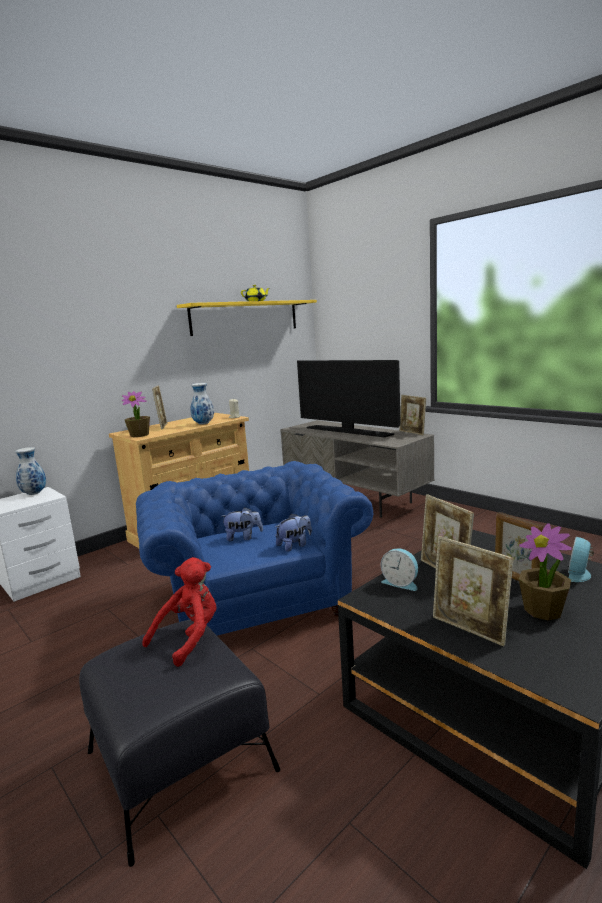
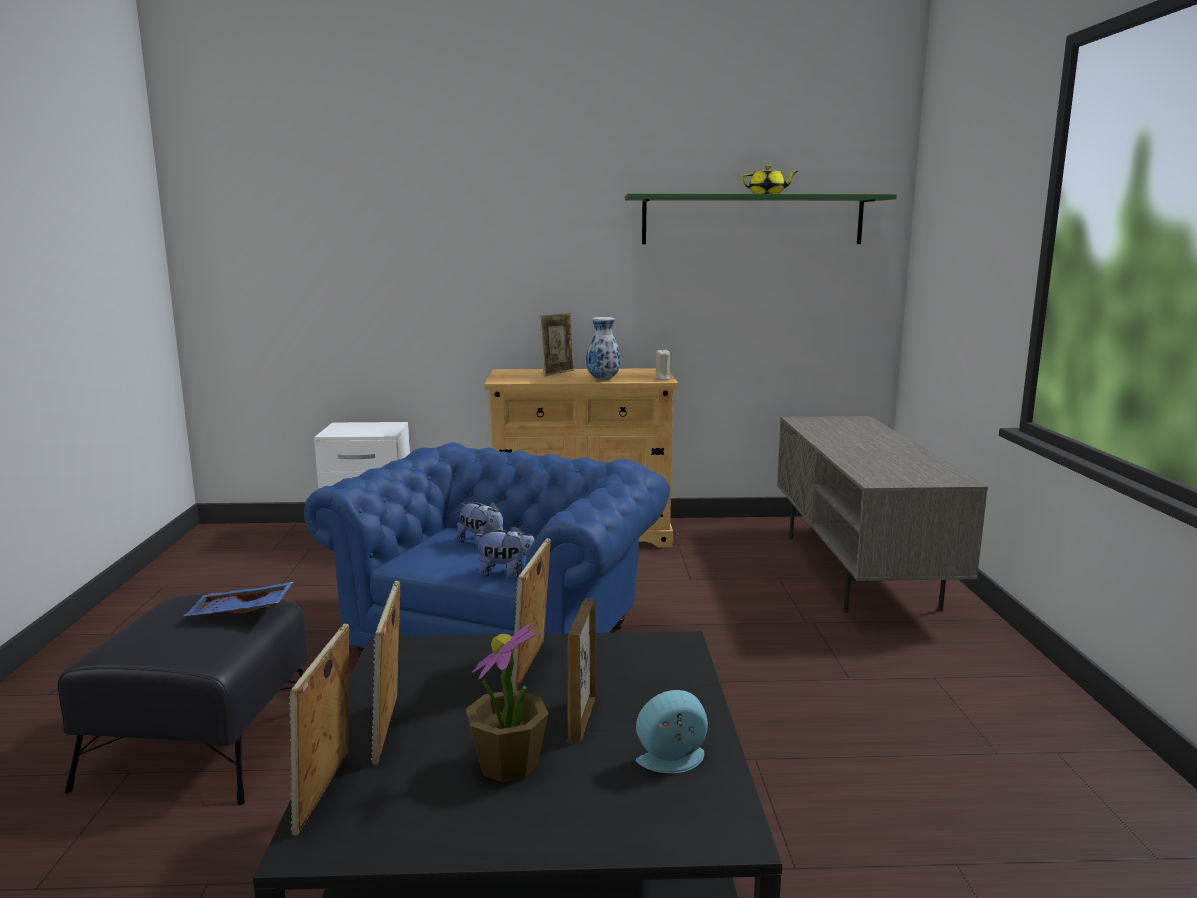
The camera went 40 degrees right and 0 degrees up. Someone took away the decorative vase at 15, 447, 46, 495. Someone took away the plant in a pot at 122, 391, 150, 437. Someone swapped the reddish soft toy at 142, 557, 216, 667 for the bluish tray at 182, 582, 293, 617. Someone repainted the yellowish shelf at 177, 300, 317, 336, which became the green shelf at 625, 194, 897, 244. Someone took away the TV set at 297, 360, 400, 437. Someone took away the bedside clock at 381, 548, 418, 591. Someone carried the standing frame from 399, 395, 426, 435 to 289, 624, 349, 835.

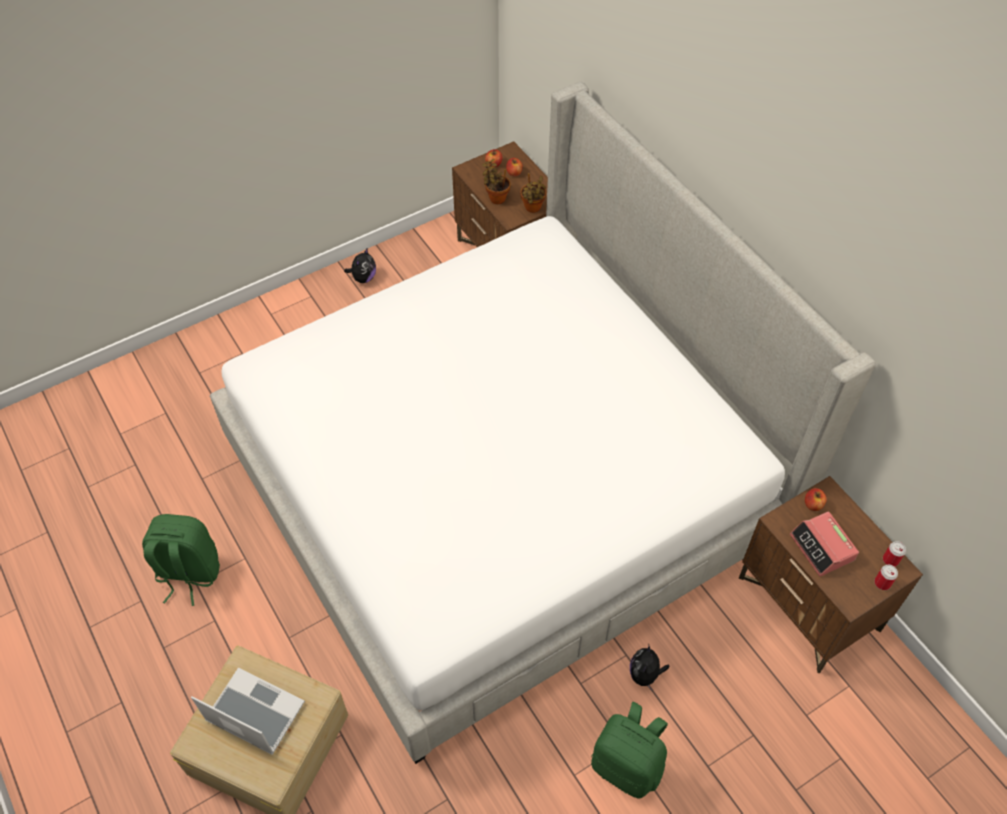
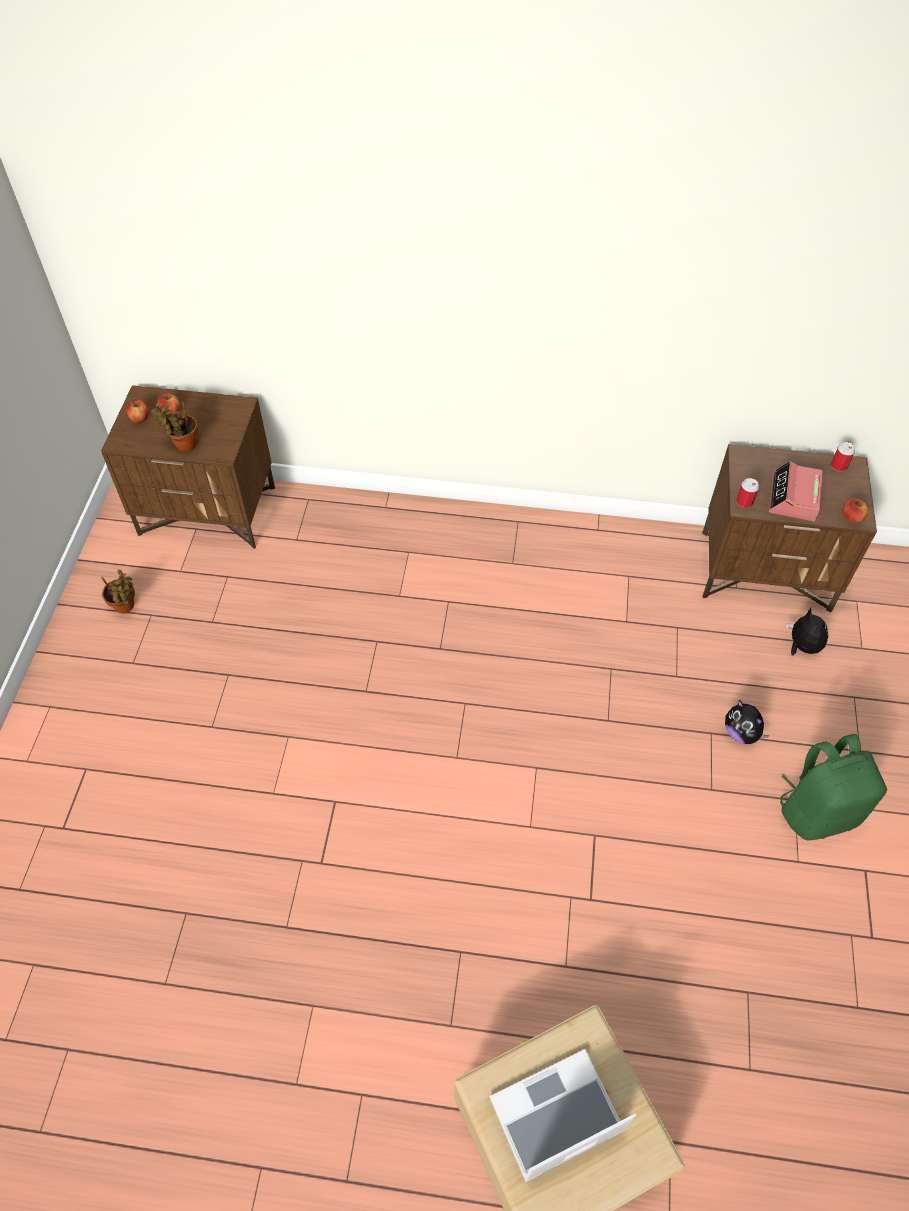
The camera went 50 degrees left and 0 degrees up. Someone took away the green backpack at 142, 514, 220, 606. Someone took away the sleeping bed at 210, 82, 876, 764. Someone carried the soft toy from 344, 247, 376, 283 to 786, 608, 828, 656. Someone carried the plant in a pot from 520, 173, 546, 213 to 101, 570, 135, 613. Someone rotated the bedside clock at 790, 512, 859, 576 by 90 degrees clockwise. Someone carried the apple fruit from 805, 488, 827, 511 to 842, 498, 868, 523. Someone carried the metal can from 874, 565, 898, 590 to 736, 478, 759, 508.

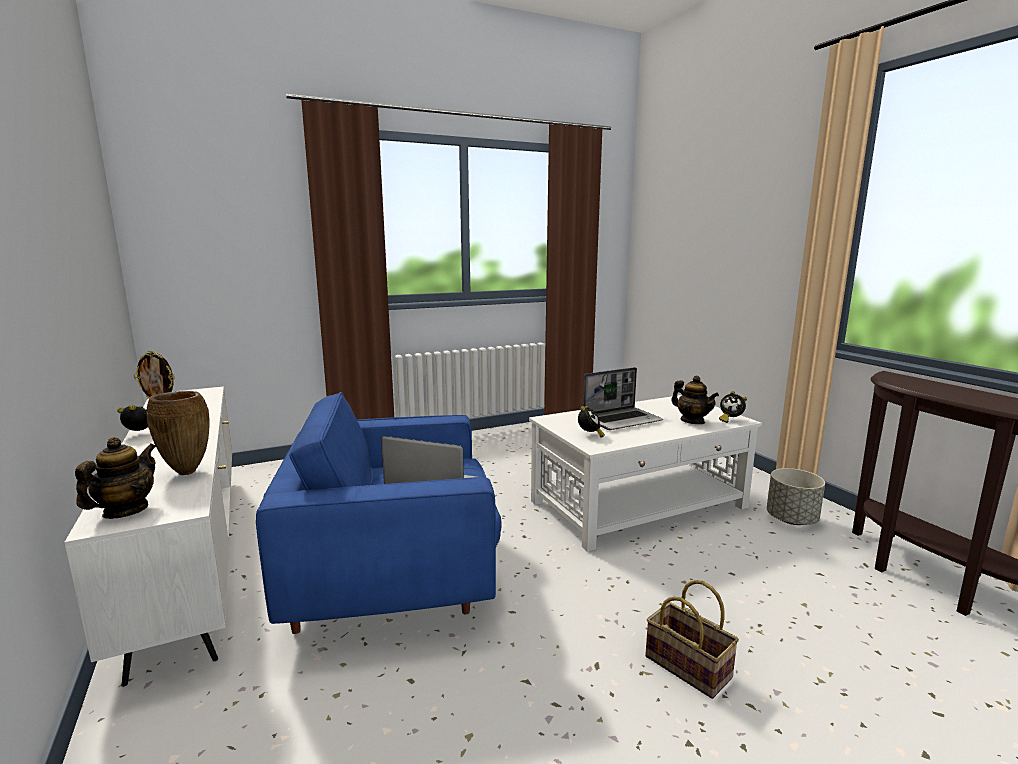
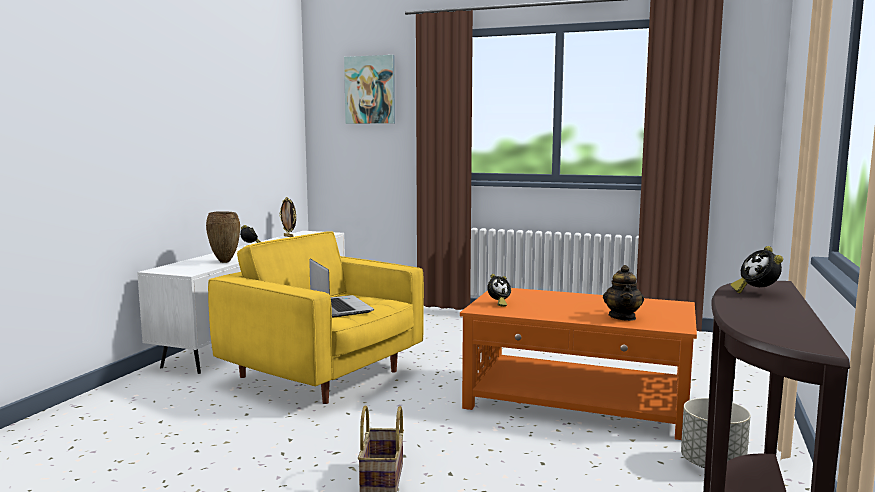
The camera went 45 degrees right and 5 degrees down. Someone took away the tea pot at 75, 437, 156, 519. Someone repainted the bluish armchair at 256, 392, 502, 634, which became the yellowish armchair at 208, 231, 424, 404. Someone repainted the white-coloured low table at 529, 395, 762, 552, which became the orange-coloured low table at 460, 288, 697, 440. Someone took away the notebook computer at 583, 367, 663, 430. Someone carried the bedside clock from 719, 391, 747, 423 to 731, 246, 783, 293. Someone put up the picture at 344, 55, 395, 124.

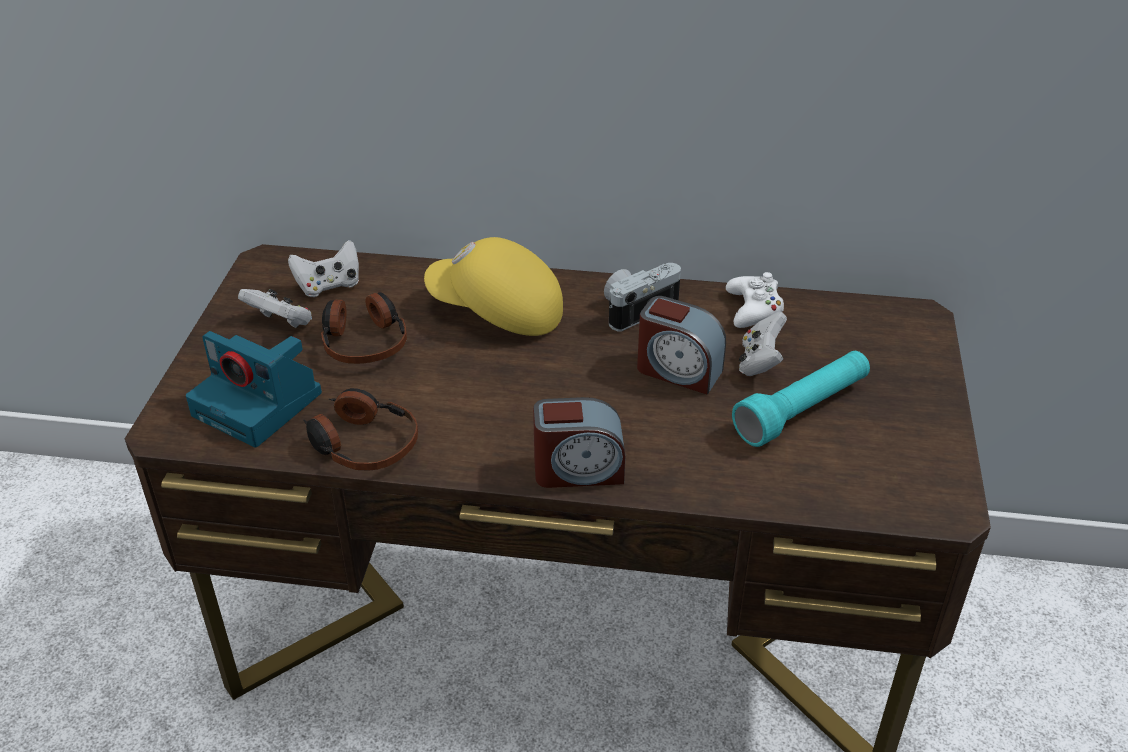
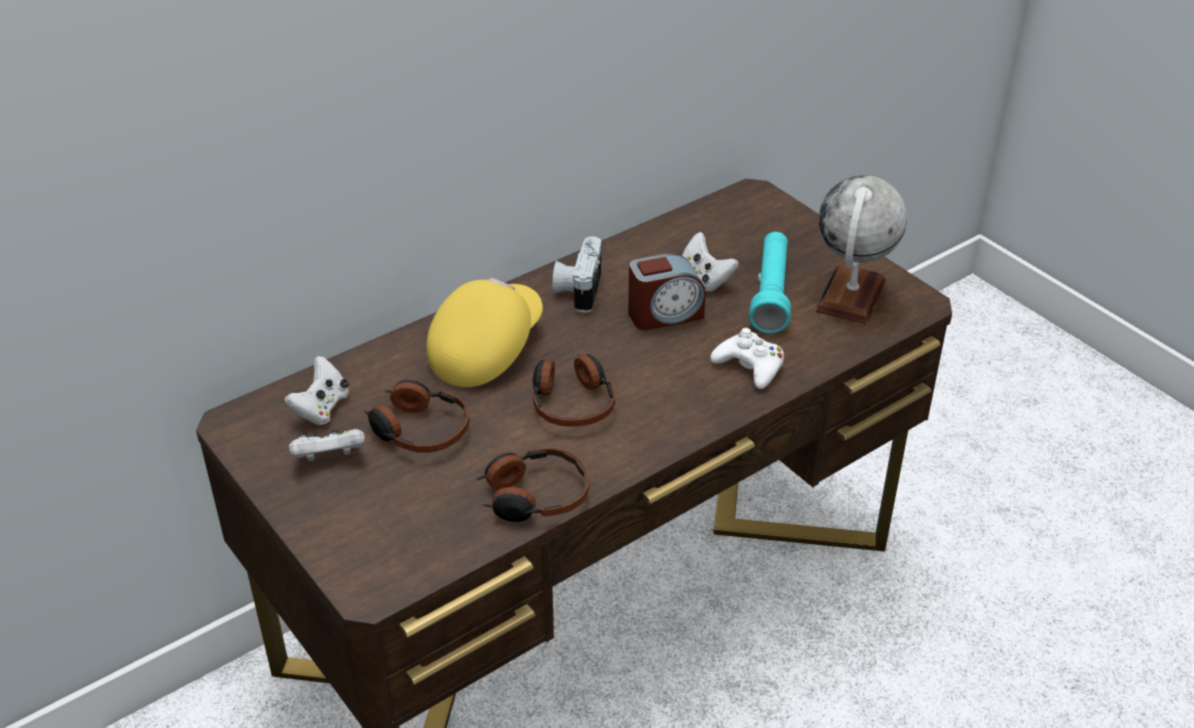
The camera went 45 degrees left and 0 degrees up. Someone took away the still camera at 186, 331, 322, 448. Someone rotated the yellowish peaked cap at 424, 237, 563, 336 by 150 degrees clockwise. Someone took away the bedside clock at 533, 397, 626, 488. Someone carried the white-coloured game controller from 726, 272, 784, 328 to 710, 328, 784, 389. Someone put down the headset at 533, 354, 615, 427. Someone put down the globe at 815, 175, 907, 324.

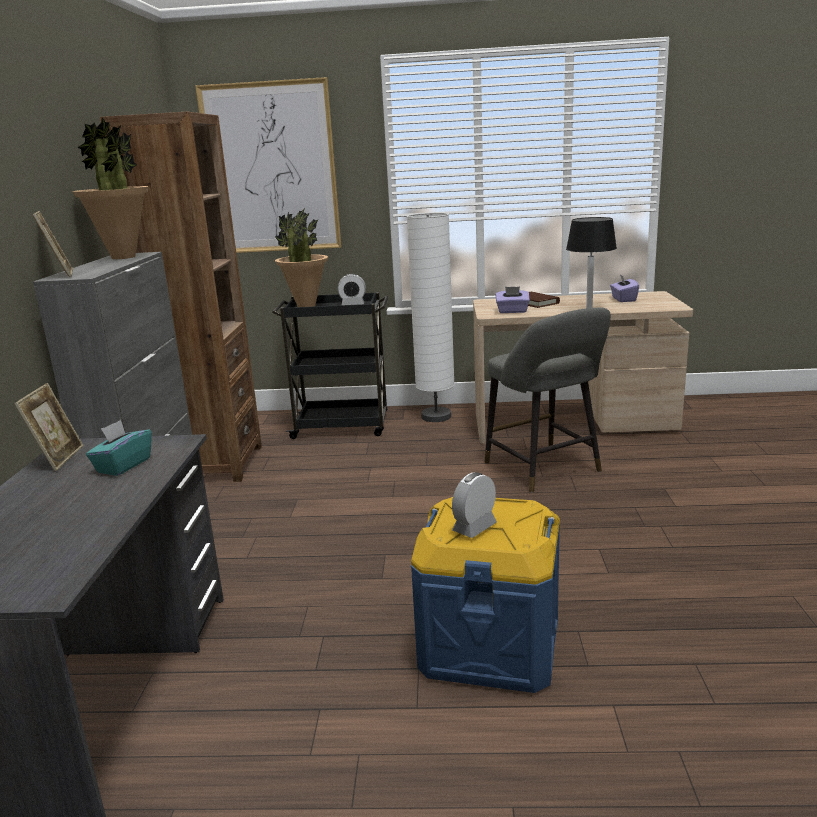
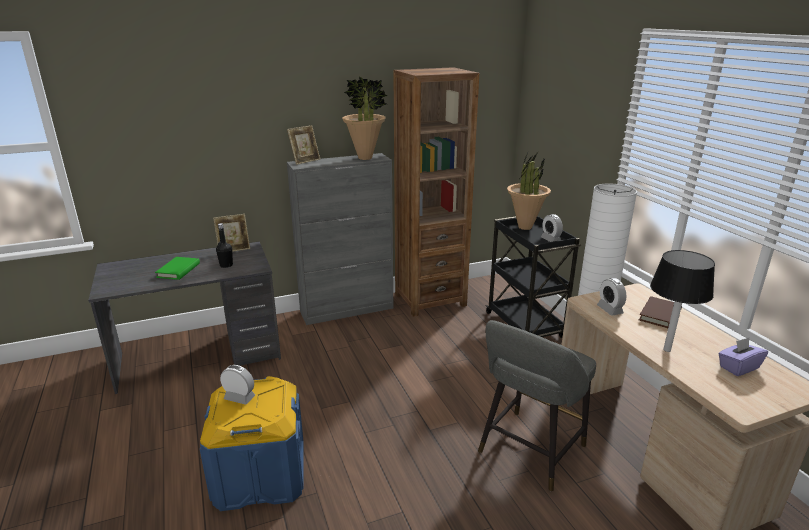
The camera went 65 degrees right and 5 degrees up. Someone swapped the turquoise box of tissues at 86, 420, 152, 476 for the black bottle at 216, 223, 233, 268. Someone took away the picture at 195, 77, 342, 253. Someone swapped the purplish box of tissues at 496, 287, 530, 313 for the bedside clock at 597, 278, 627, 316. Someone put down the green volume at 155, 257, 200, 280.

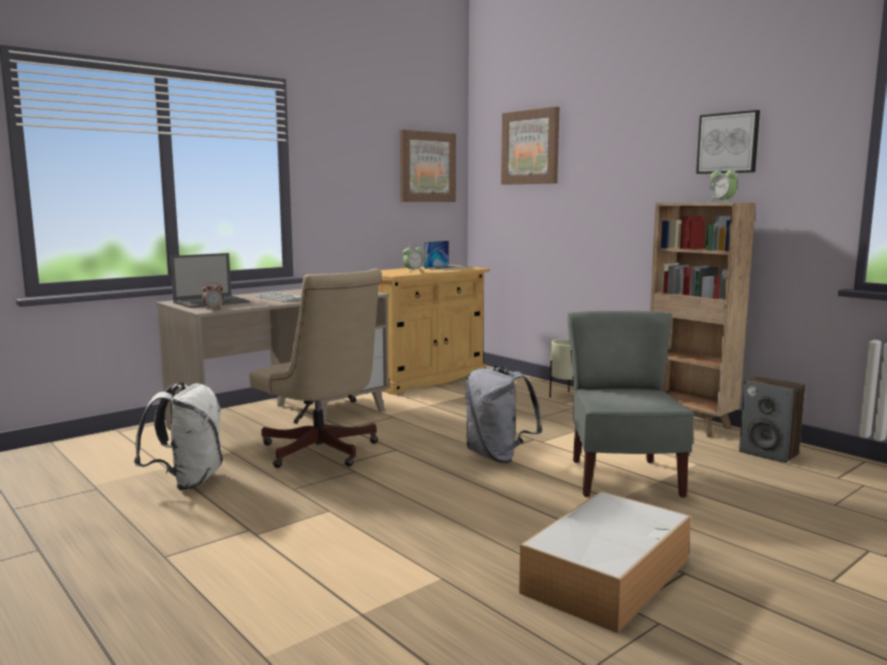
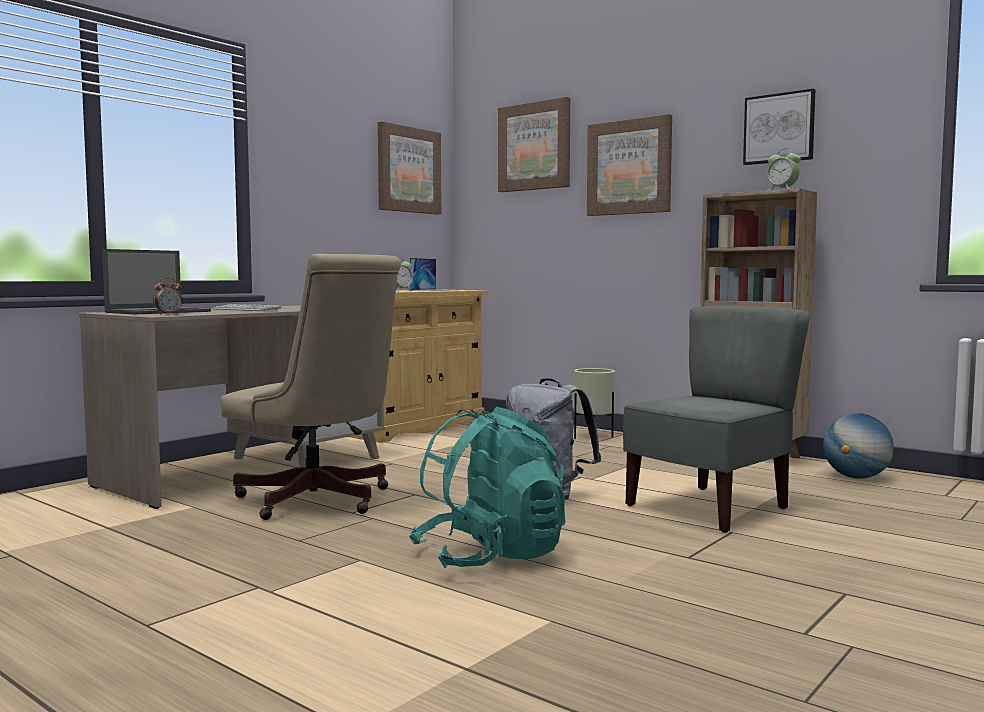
The camera went 10 degrees left and 5 degrees down. Someone took away the white-coloured backpack at 134, 382, 223, 491. Someone took away the storage container at 519, 491, 691, 633. Someone rotated the grey upright chair at 567, 311, 694, 498 by 60 degrees clockwise. Someone swapped the loudspeaker at 739, 376, 805, 463 for the globe at 823, 413, 894, 479. Someone put down the turquoise backpack at 409, 407, 565, 568. Someone put up the picture at 587, 114, 672, 216.

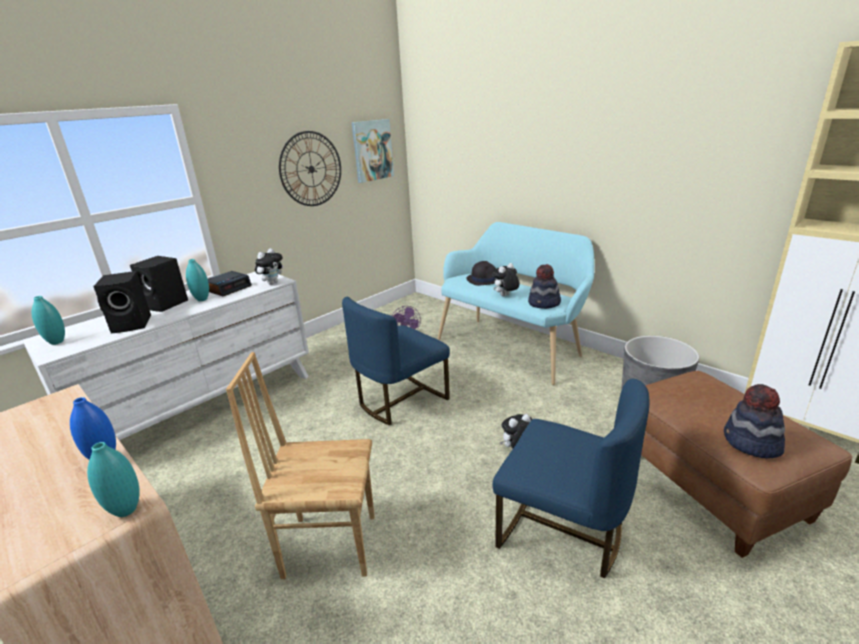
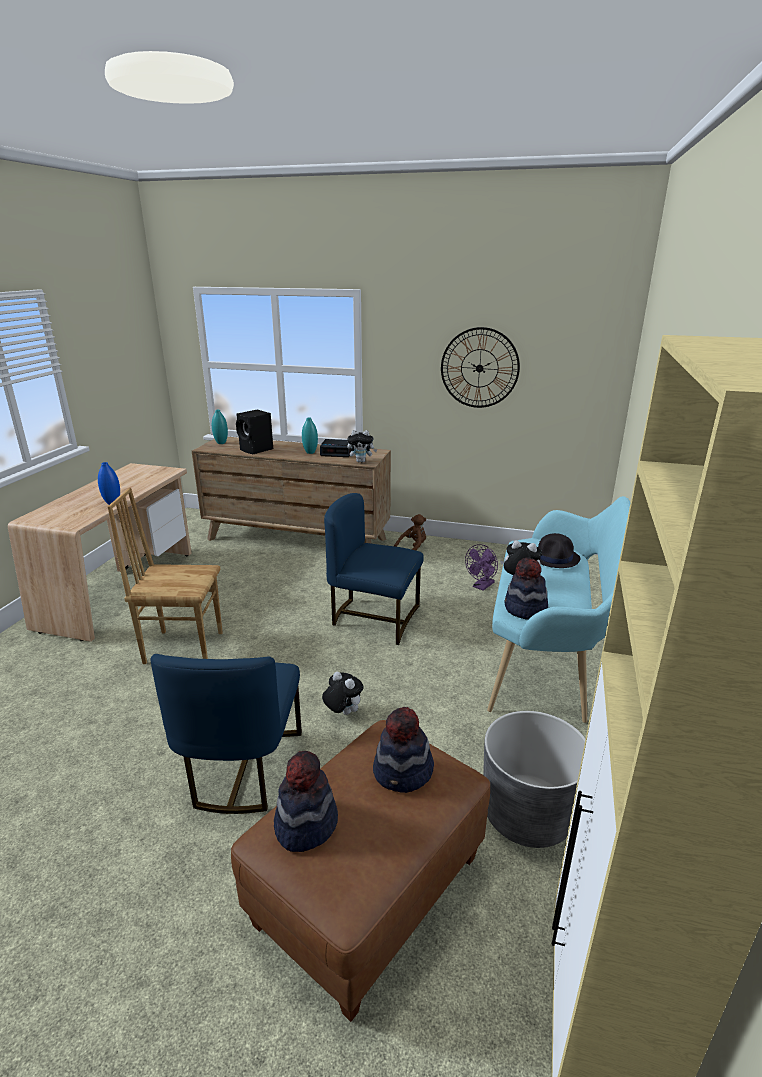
The camera went 60 degrees right and 0 degrees up. Someone repainted the white-coloured dresser at 23, 272, 309, 440, which became the brownish dresser at 192, 437, 391, 544. Someone took away the turquoise decorative vase at 87, 442, 139, 517. Someone took away the black loudspeaker at 130, 256, 188, 312. Someone rotated the brownish upright chair at 226, 352, 375, 579 by 60 degrees counterclockwise. Someone took away the picture at 352, 119, 394, 183. Someone put down the clothing hat at 373, 707, 434, 793. Someone put down the brownish soft toy at 394, 514, 426, 550.

